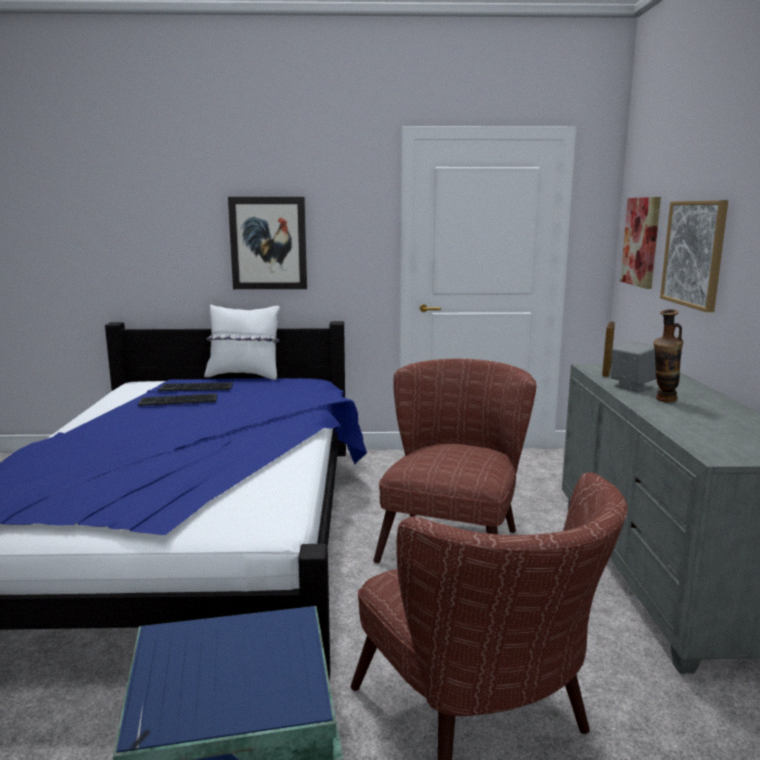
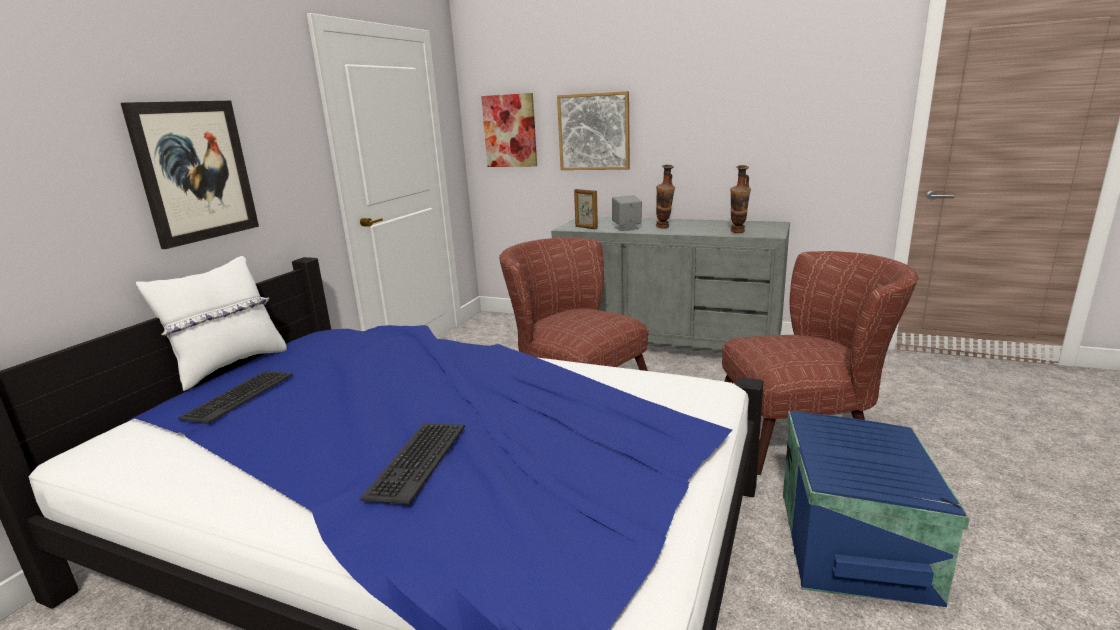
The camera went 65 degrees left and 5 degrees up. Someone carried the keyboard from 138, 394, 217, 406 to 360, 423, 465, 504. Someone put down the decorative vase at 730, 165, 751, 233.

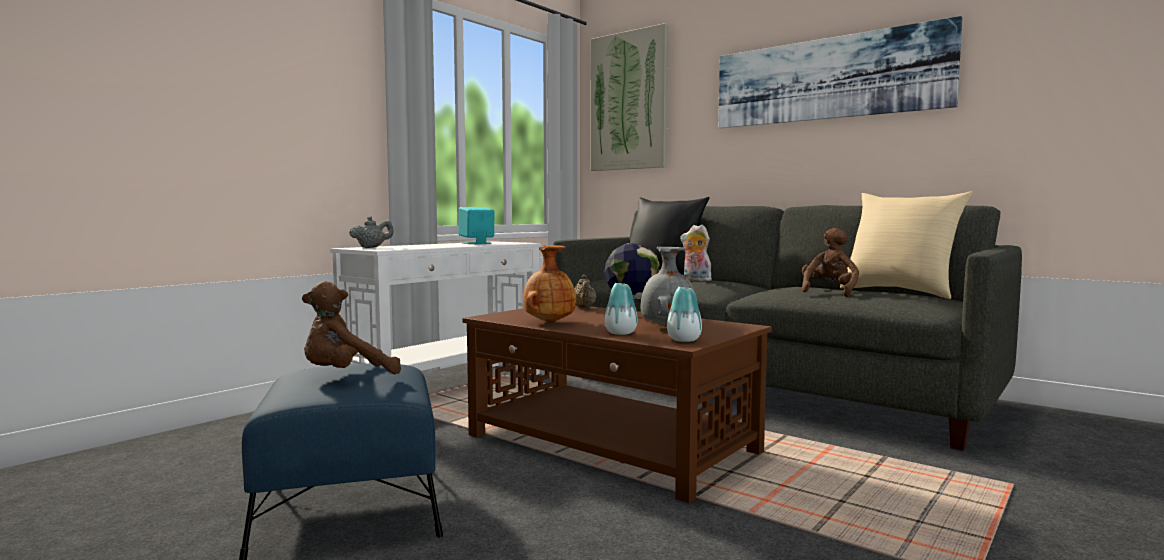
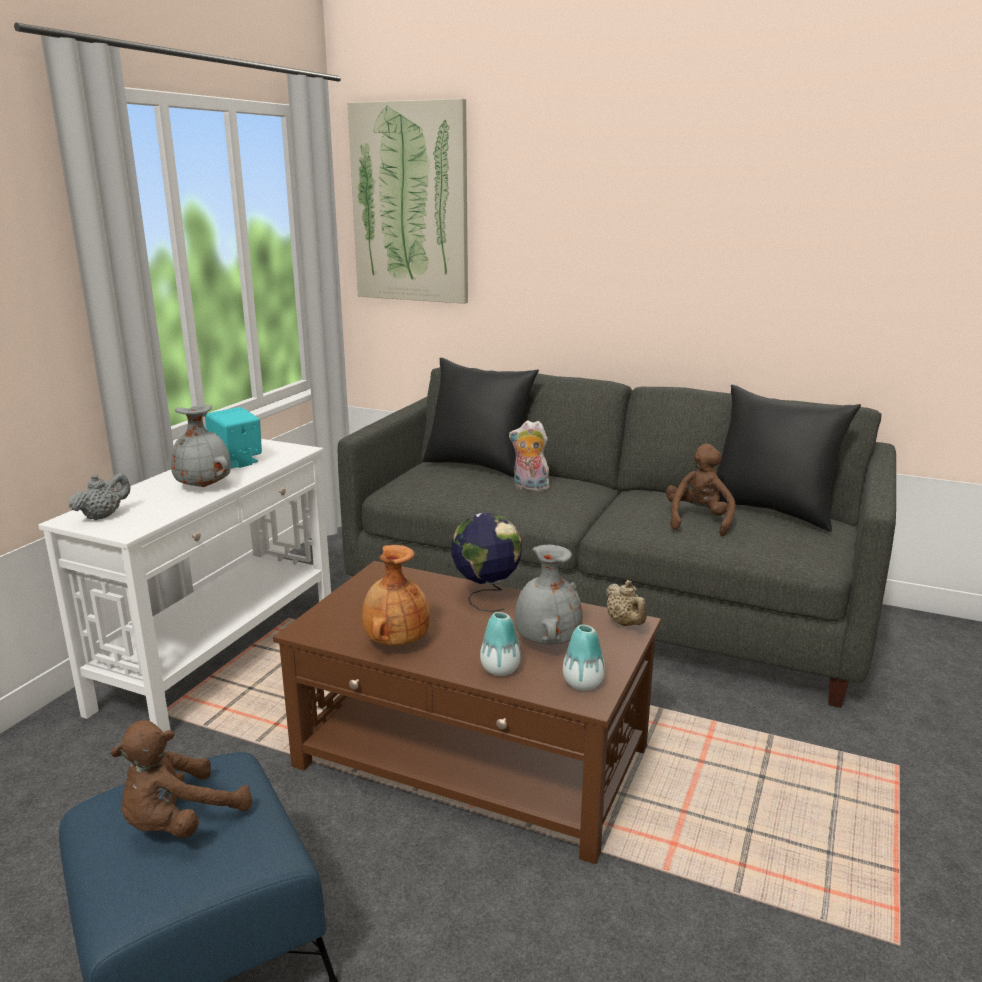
The camera went 15 degrees left and 15 degrees up. Someone carried the beige-coloured tea pot from 574, 275, 596, 308 to 606, 580, 647, 626. Someone took away the picture at 718, 16, 962, 128. Someone repainted the beige-coloured cushion at 840, 191, 973, 299, which became the black cushion at 716, 385, 861, 532. Someone put down the grey decorative vase at 171, 405, 231, 487.

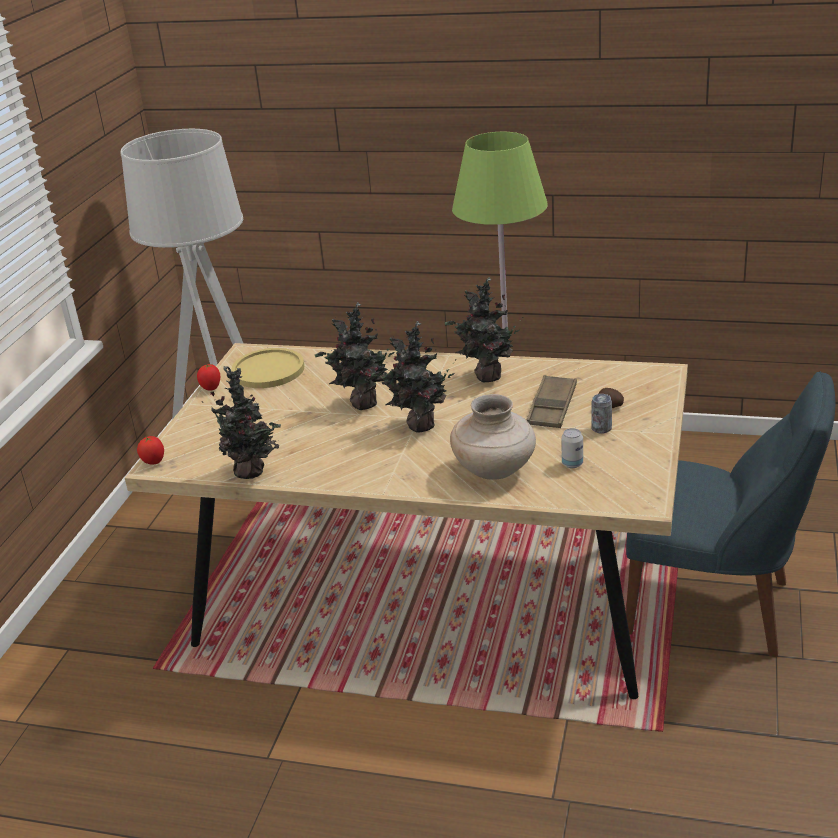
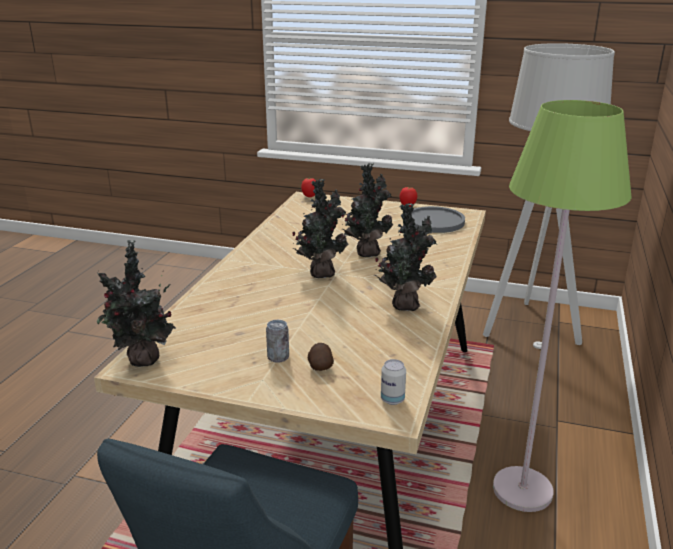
The camera went 90 degrees right and 5 degrees down. Someone carried the plant in a pot from 202, 366, 281, 479 to 96, 240, 176, 367. Someone repainted the yellowish flat dish at 231, 348, 304, 388, which became the grey flat dish at 411, 206, 465, 233. Someone took away the beige-coloured decorative vase at 450, 394, 536, 480. Someone took away the brownish tray at 526, 375, 577, 428. Someone carried the metal can from 561, 428, 583, 468 to 381, 359, 406, 405.

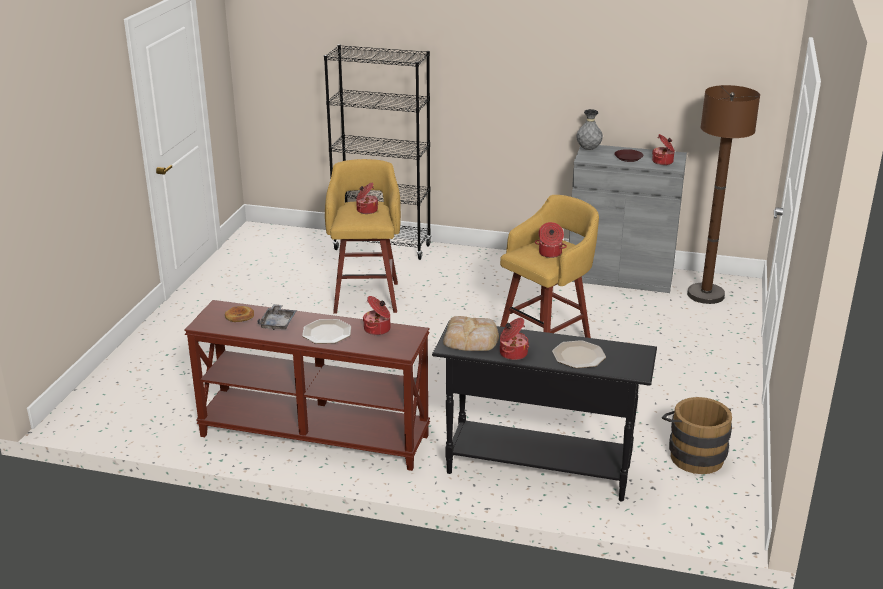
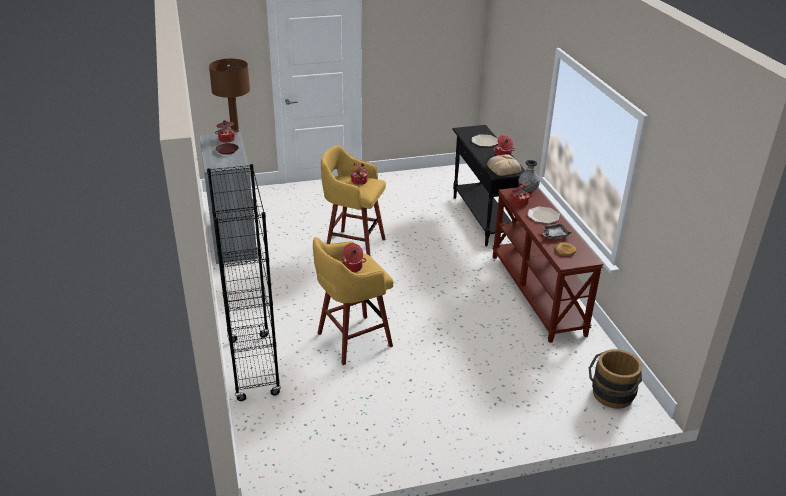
The camera went 120 degrees left and 5 degrees up. Someone carried the grey decorative vase from 576, 109, 603, 150 to 518, 160, 540, 192. Someone carried the brownish water bucket from 662, 397, 732, 474 to 589, 349, 642, 409.

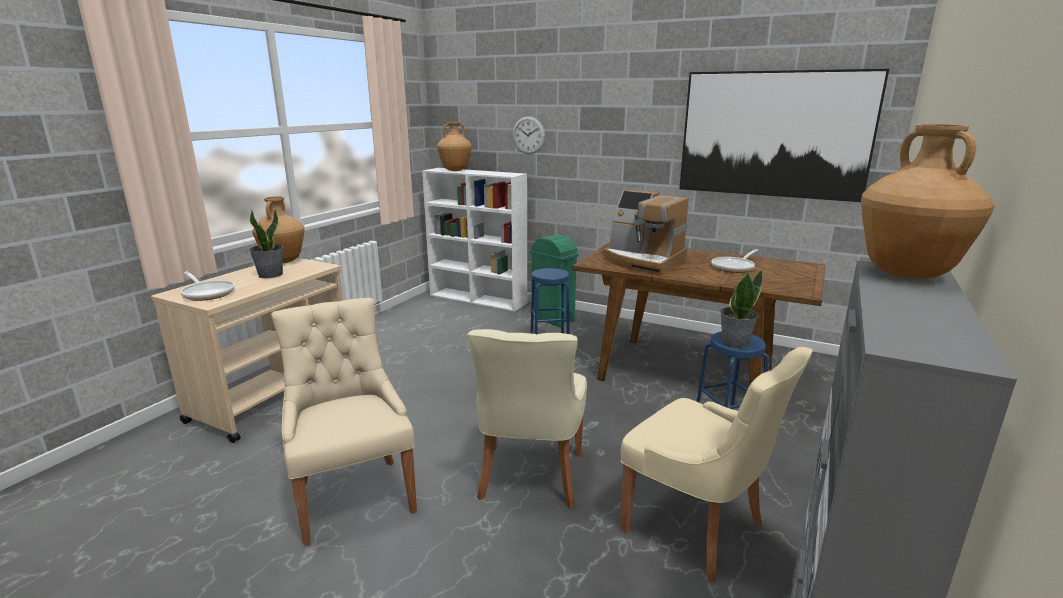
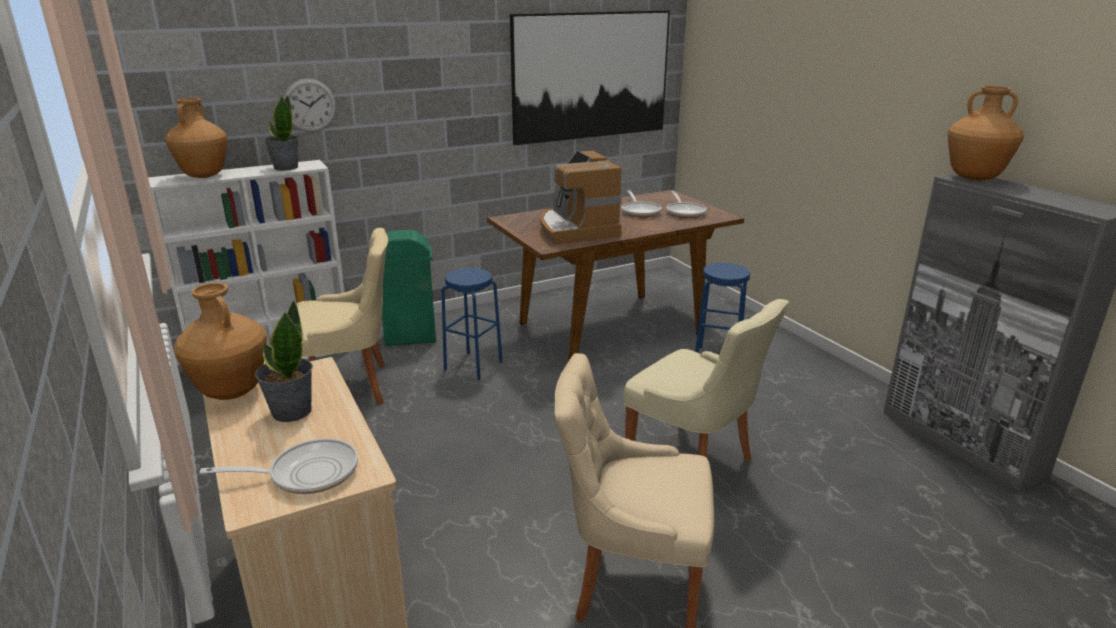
The camera went 55 degrees left and 5 degrees up. Someone rotated the coffee maker at 604, 190, 689, 275 by 90 degrees clockwise. Someone carried the beige-coloured upright chair from 620, 347, 813, 582 to 296, 228, 388, 405. Someone carried the plant in a pot from 720, 270, 763, 349 to 264, 95, 299, 171. Someone put down the pan at 666, 191, 707, 218.

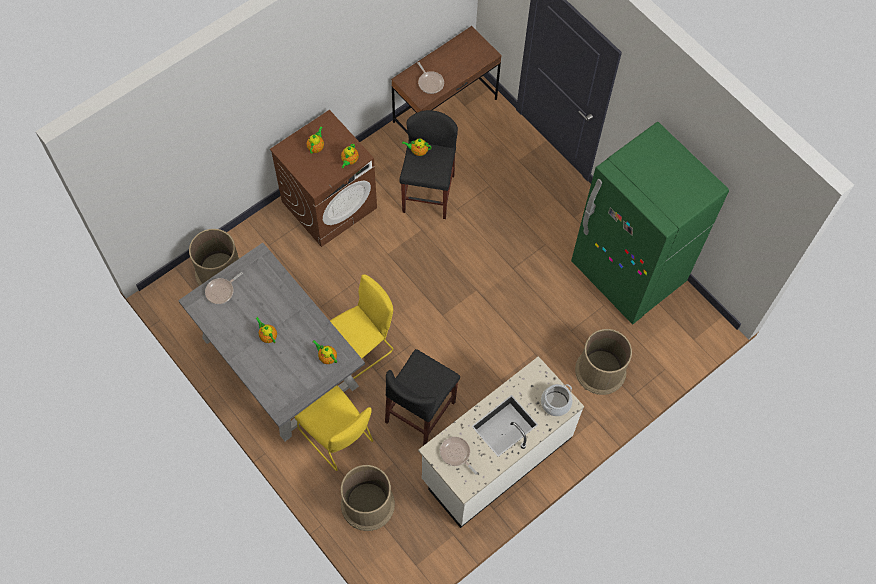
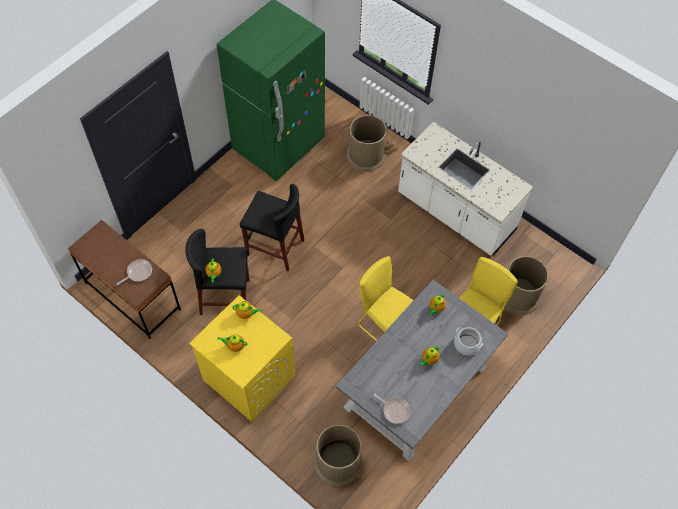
The camera went 100 degrees left and 5 degrees down. Someone repainted the brownish laundry appliance at 270, 110, 377, 247, which became the yellowish laundry appliance at 189, 295, 295, 422. Someone carried the black sitting stool from 385, 349, 460, 446 to 240, 184, 304, 271. Someone took away the pan at 440, 437, 477, 475. Someone carried the saucepot from 541, 384, 573, 416 to 454, 327, 483, 356.

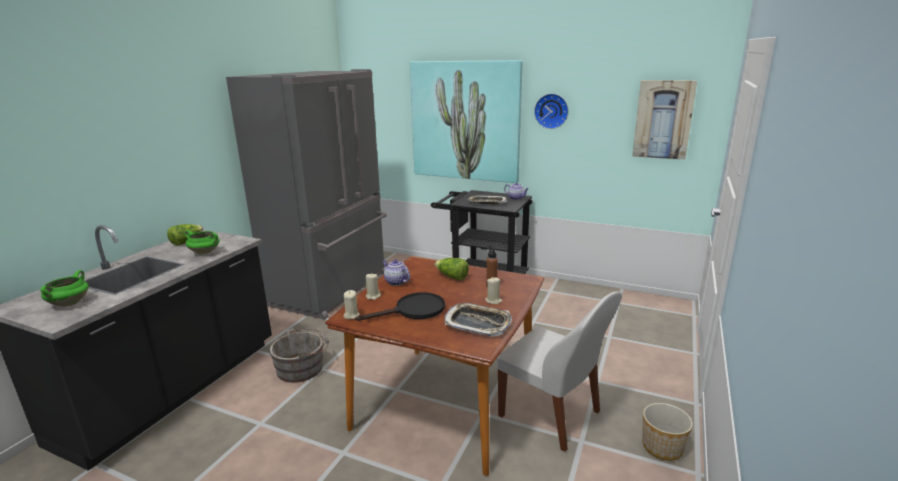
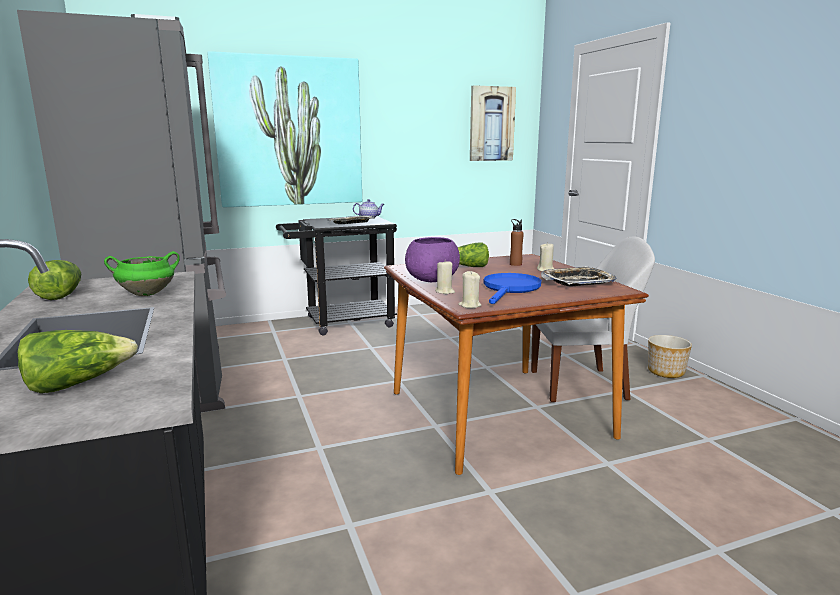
The camera went 45 degrees left and 5 degrees down. Someone swapped the green saucepot at 40, 270, 89, 307 for the lettuce at 18, 330, 138, 393. Someone took away the grey water bucket at 269, 329, 329, 383. Someone repainted the black pan at 355, 292, 445, 321, which became the bluish pan at 484, 273, 541, 304. Someone swapped the tea pot at 383, 260, 410, 286 for the purplish serving bowl at 405, 237, 460, 282. Someone took away the wall clock at 534, 94, 569, 129.

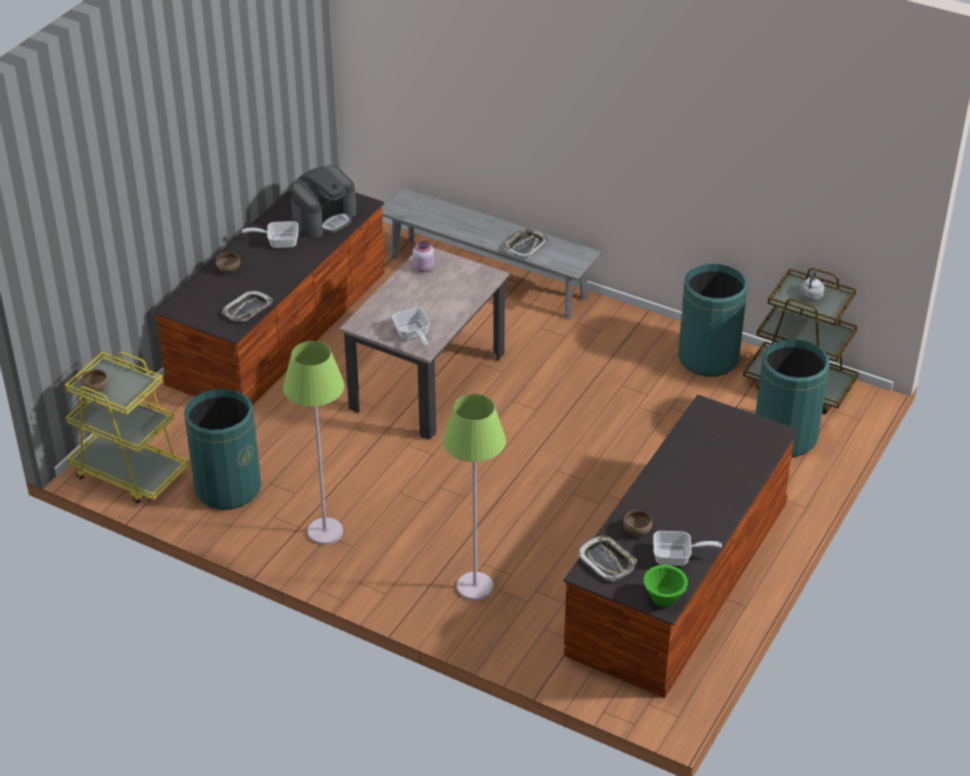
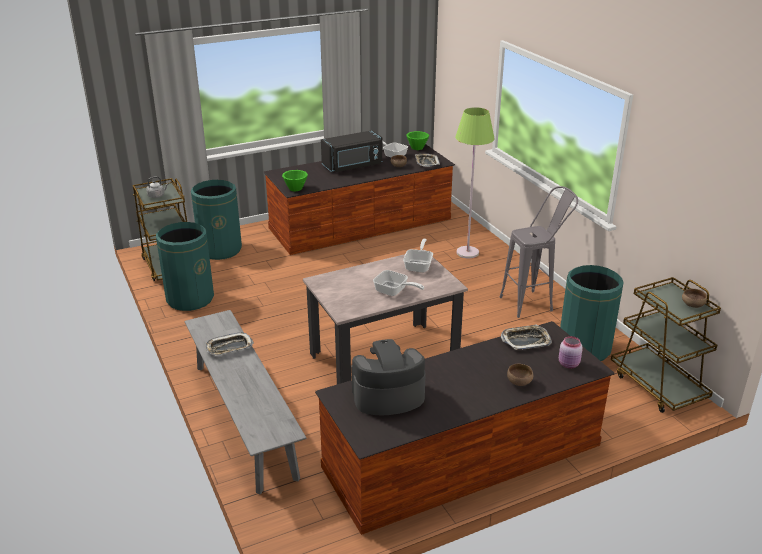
The camera went 145 degrees left and 10 degrees down. Someone repainted the yellowish trolley at 65, 352, 189, 503, which became the brownish trolley at 611, 277, 721, 413. Someone carried the pan from 242, 221, 299, 248 to 373, 270, 424, 296. Someone swapped the green standing lamp at 283, 341, 344, 545 for the grey sitting stool at 500, 186, 578, 318. Someone carried the pinkish jar from 413, 241, 434, 272 to 559, 336, 583, 368. Someone put down the green serving bowl at 282, 170, 308, 191. Someone put down the black microwave oven at 321, 130, 382, 172.

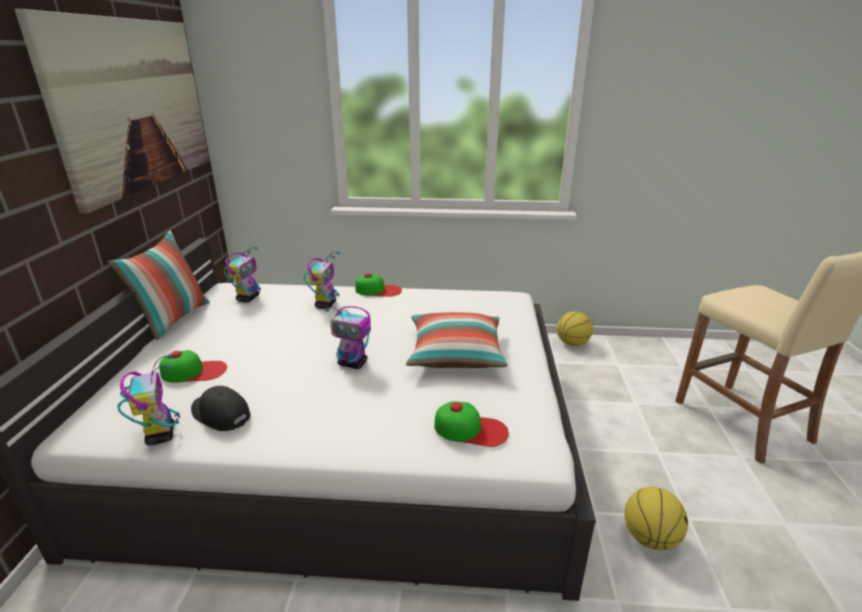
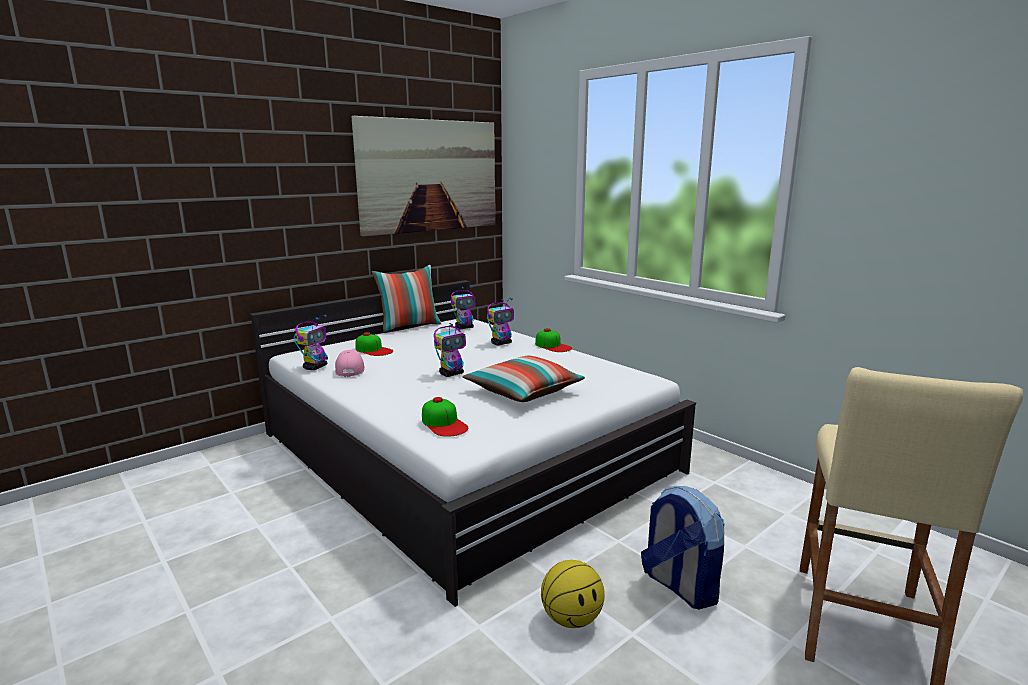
The camera went 45 degrees right and 10 degrees down. Someone repainted the black peaked cap at 191, 386, 250, 431, which became the pinkish peaked cap at 335, 350, 365, 377. Someone rotated the model robot at 325, 306, 371, 369 by 105 degrees counterclockwise. Someone took away the basketball at 557, 311, 593, 346. Someone put down the backpack at 641, 486, 724, 610.

